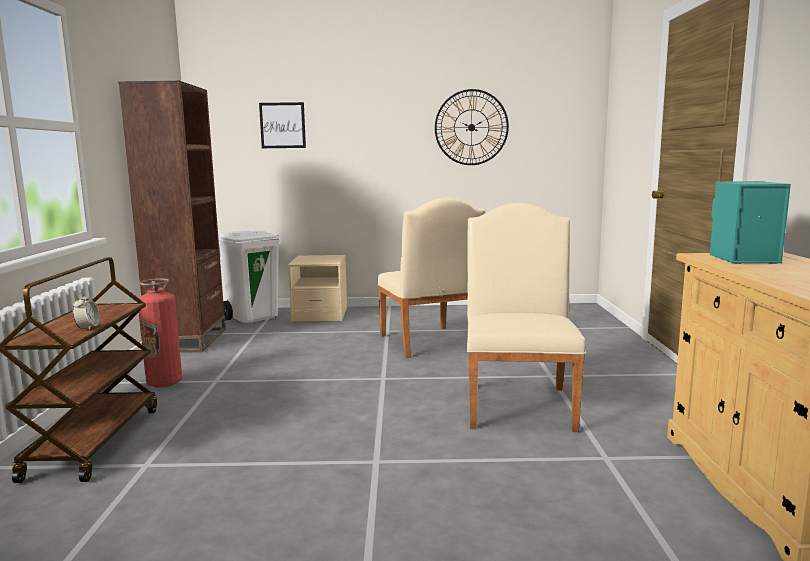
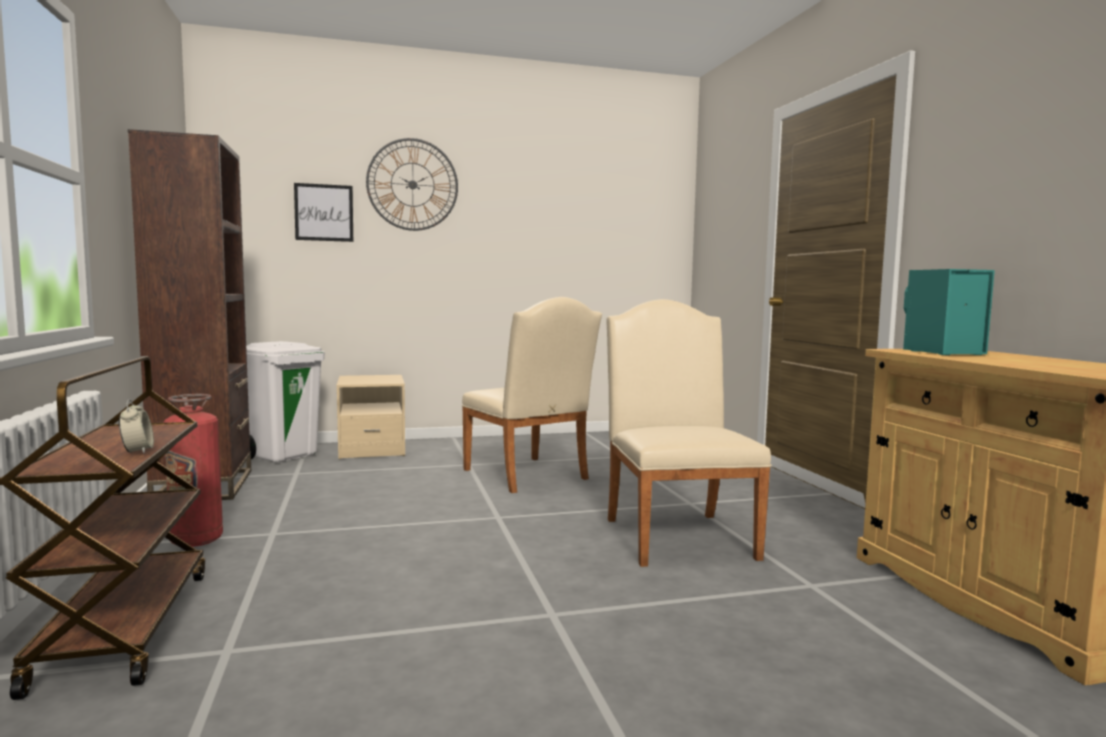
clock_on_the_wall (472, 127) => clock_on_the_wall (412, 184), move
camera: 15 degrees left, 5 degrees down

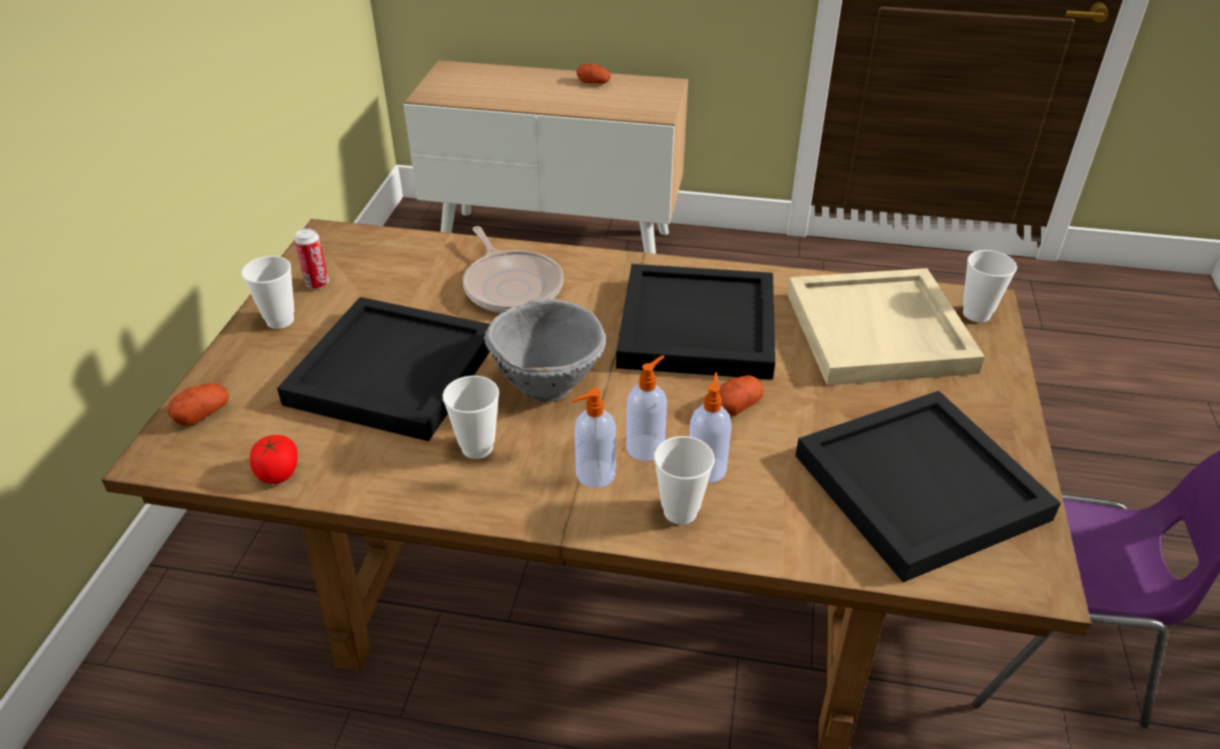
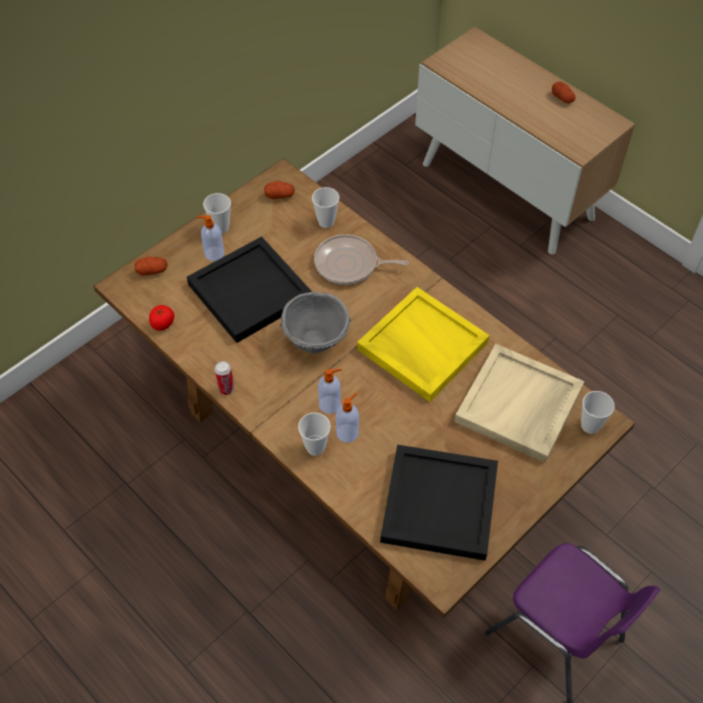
skillet (513, 269) => skillet (361, 259), 90 degrees clockwise
can (311, 258) => can (224, 378), move
black_serving_tray (695, 322) => yellowish_serving_tray (423, 344)
spud (741, 395) => spud (279, 190), move
cup (471, 417) => cup (325, 207), move
soap_dispenser (594, 438) => soap_dispenser (210, 238), move
camera: 35 degrees right, 15 degrees up

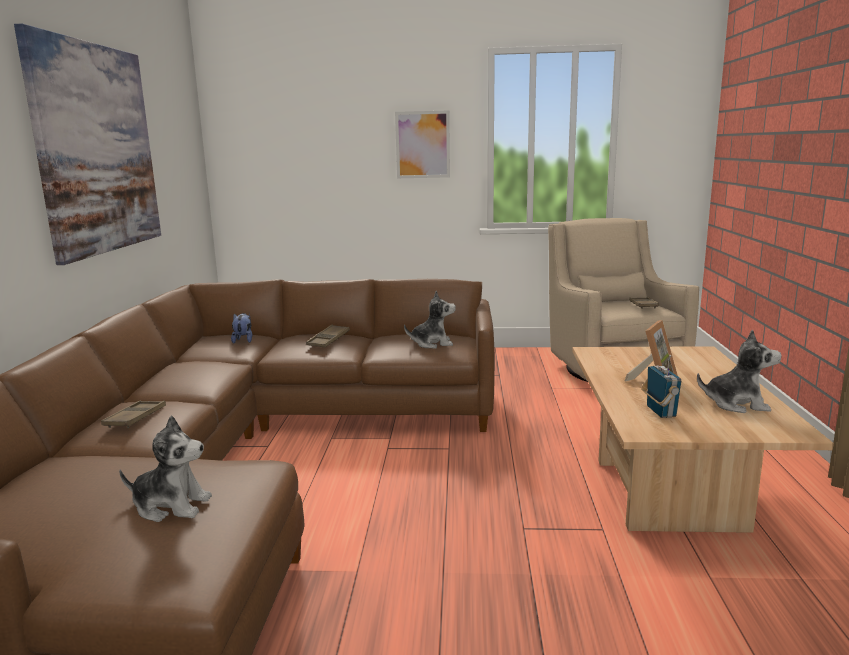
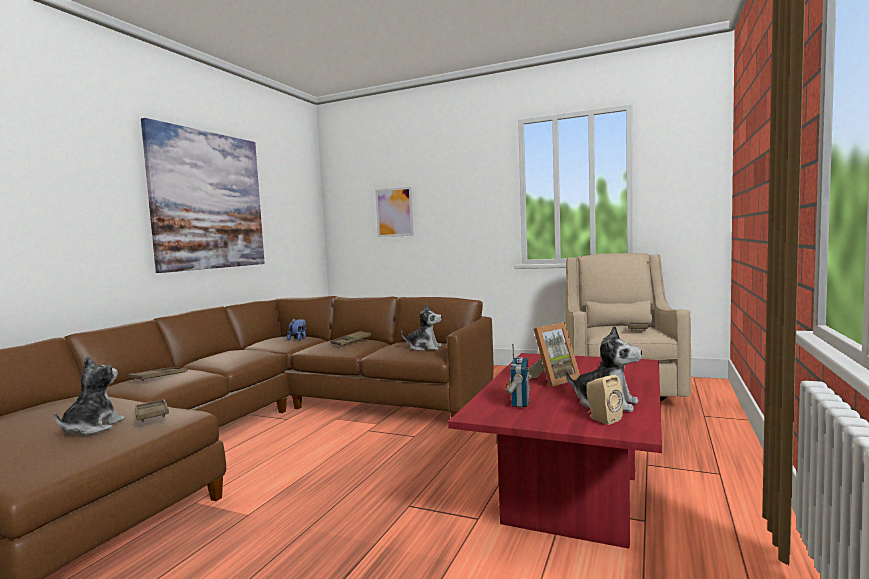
wall_picture (422, 144) => wall_picture (394, 212), move
beige-coloured_coffee_table (703, 439) => reddish_coffee_table (555, 451)
soft_toy (165, 468) => soft_toy (89, 395), 105 degrees counterclockwise
nothing => beige-coloured_speaker (604, 400)
nothing => brown-coloured_serving_tray (152, 410)
camera: 20 degrees right, 10 degrees down

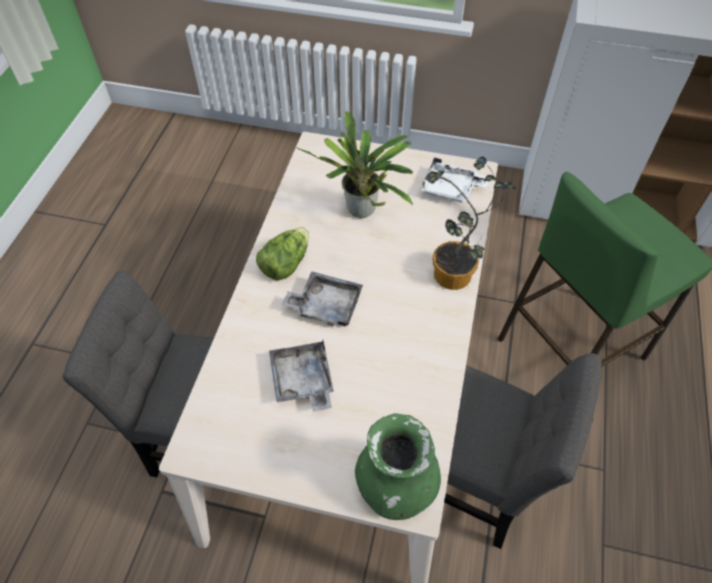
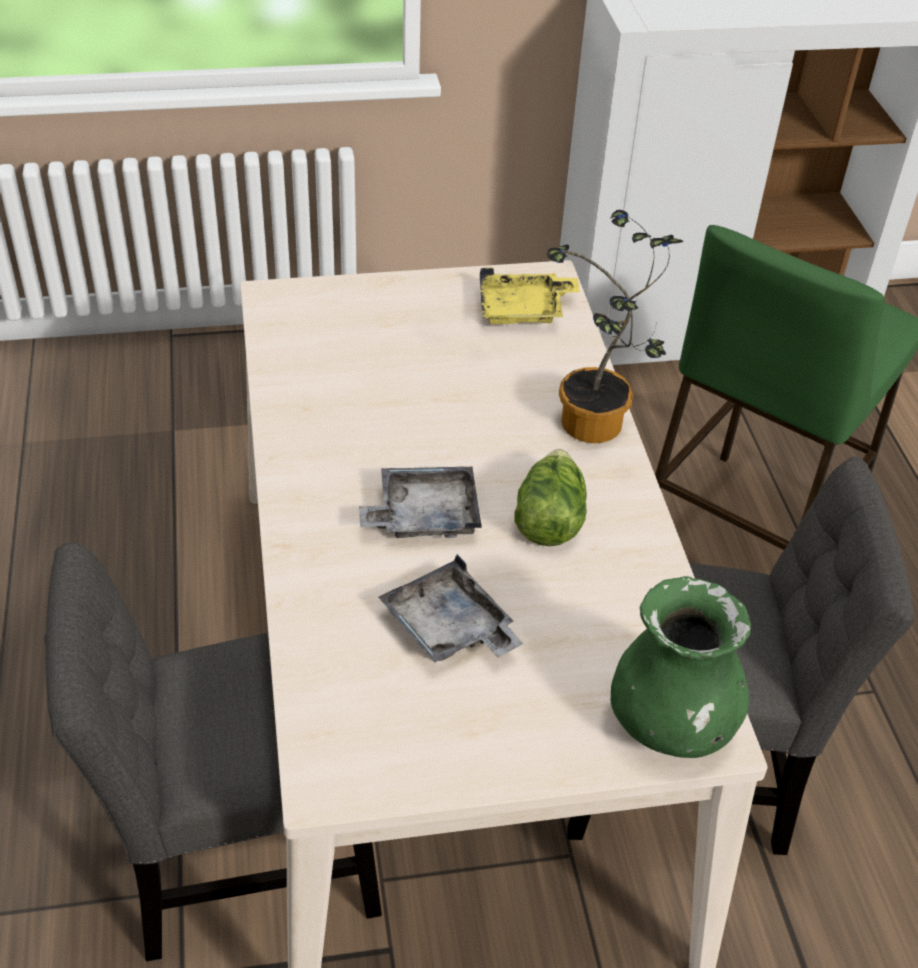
potted_plant (354, 164) => nothing
white-coloured_serving_tray (454, 180) => yellowish_serving_tray (530, 295)
lettuce (282, 253) => lettuce (550, 497), move
camera: 25 degrees left, 10 degrees down

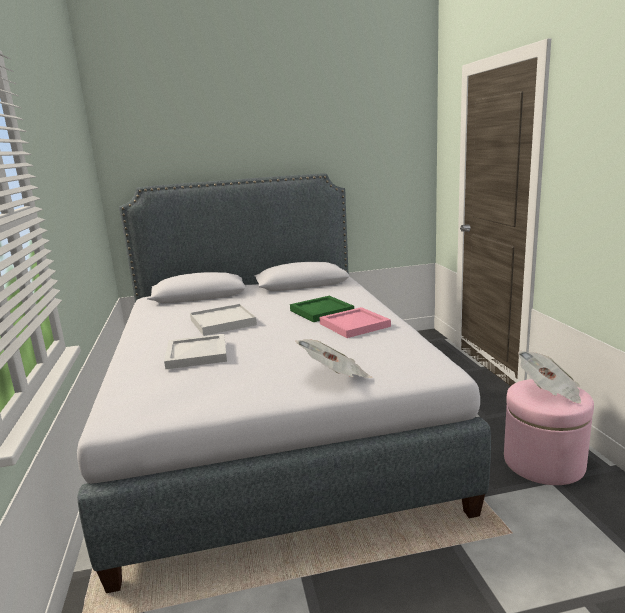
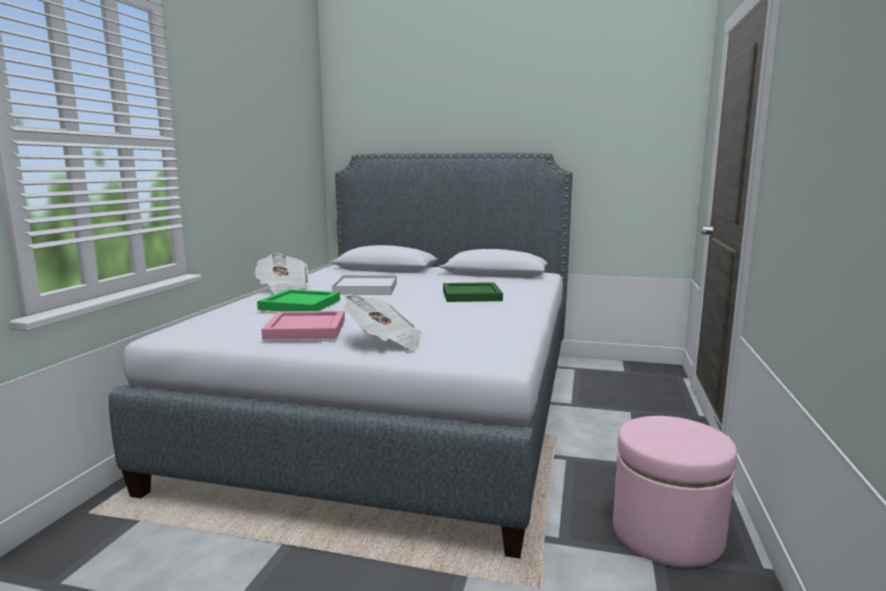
pink_serving_tray (355, 322) => pink_serving_tray (303, 325), move
white-coloured_serving_tray (195, 352) => green_serving_tray (298, 300)
printed_paper (549, 377) => printed_paper (281, 273), move
camera: 25 degrees right, 5 degrees down

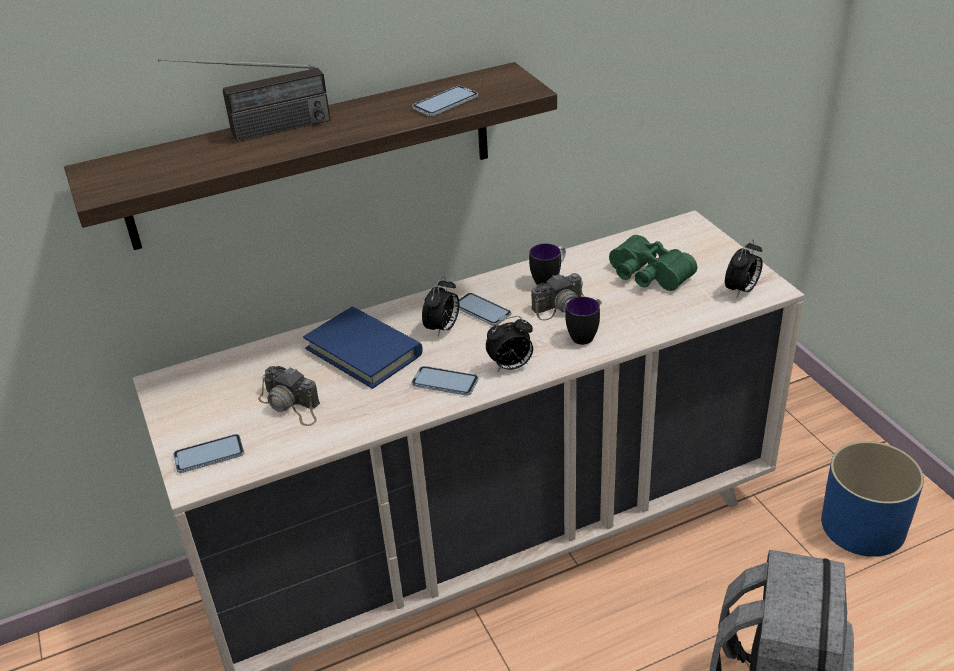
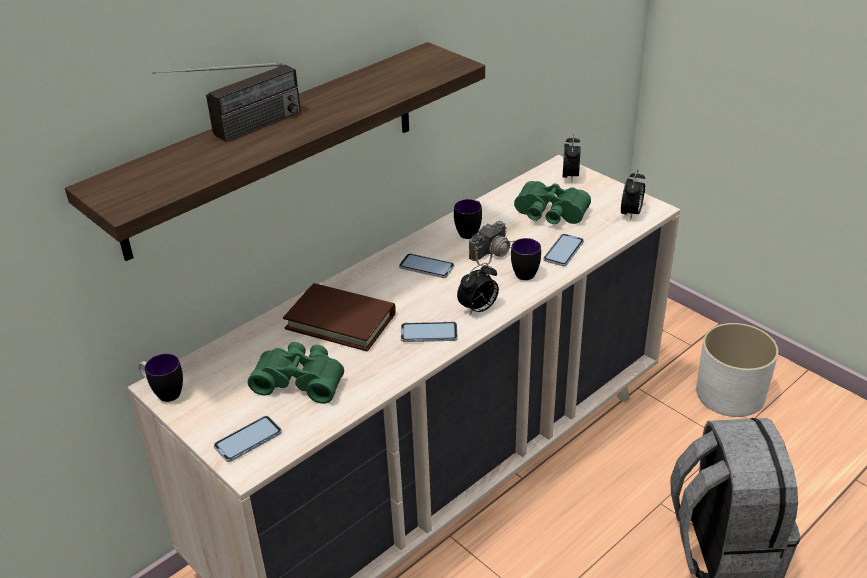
phone (445, 101) => phone (563, 250), move
alarm_clock (440, 307) => alarm_clock (571, 158), move
blue-coloured_volume (363, 348) => brown-coloured_volume (339, 317)
still_camera (289, 396) => green_field_glasses (296, 373)
blue-coloured_flower_pot (872, 499) => white-coloured_flower_pot (737, 370)
nothing => mug (161, 378)
camera: 20 degrees left, 0 degrees up

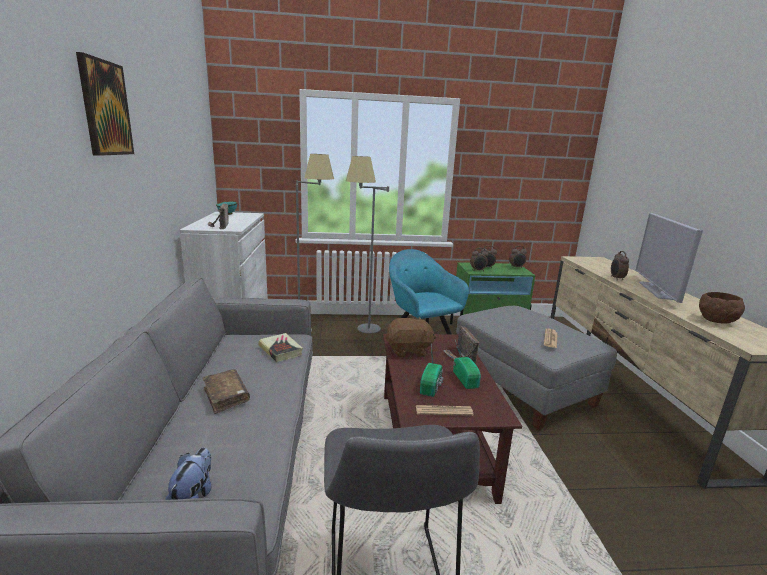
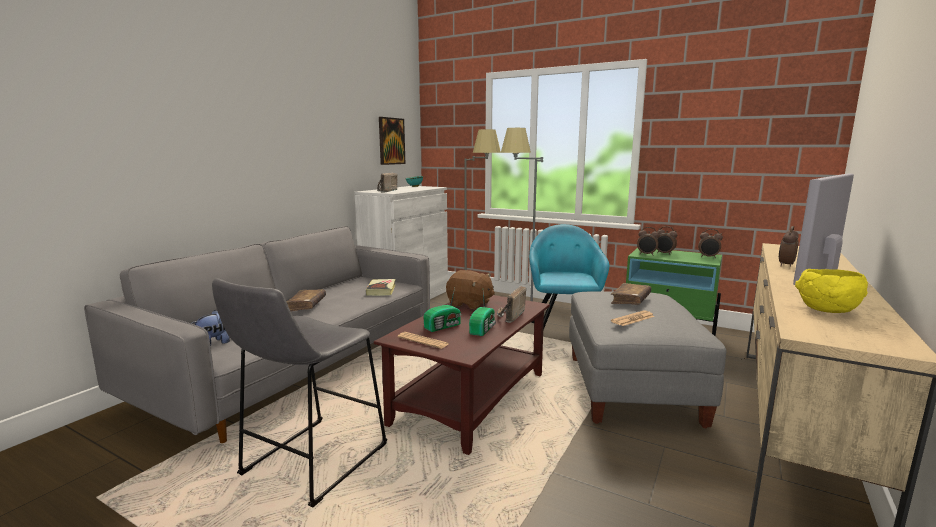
wall_picture (105, 104) => wall_picture (392, 141), move
brown-coloured_bowl (722, 308) => yellowish_bowl (831, 291)
nothing => brown-coloured_volume (631, 294)
camera: 35 degrees right, 5 degrees down

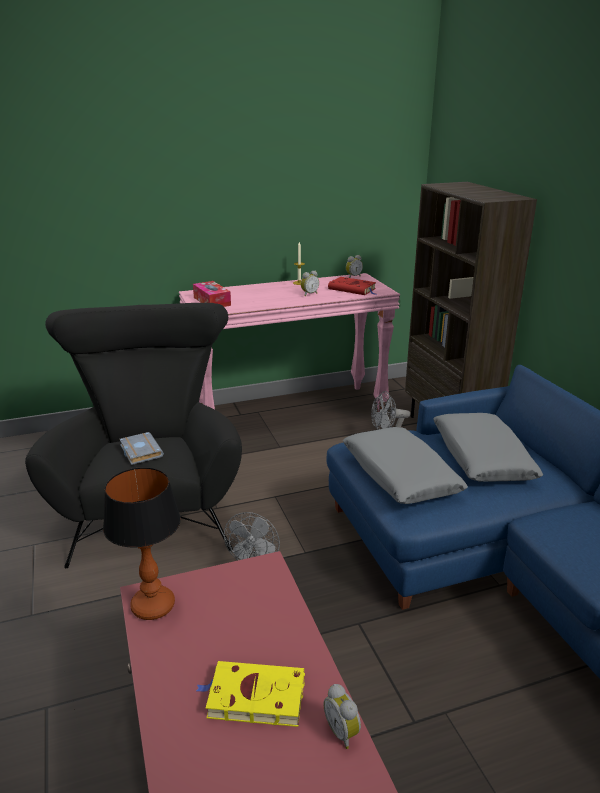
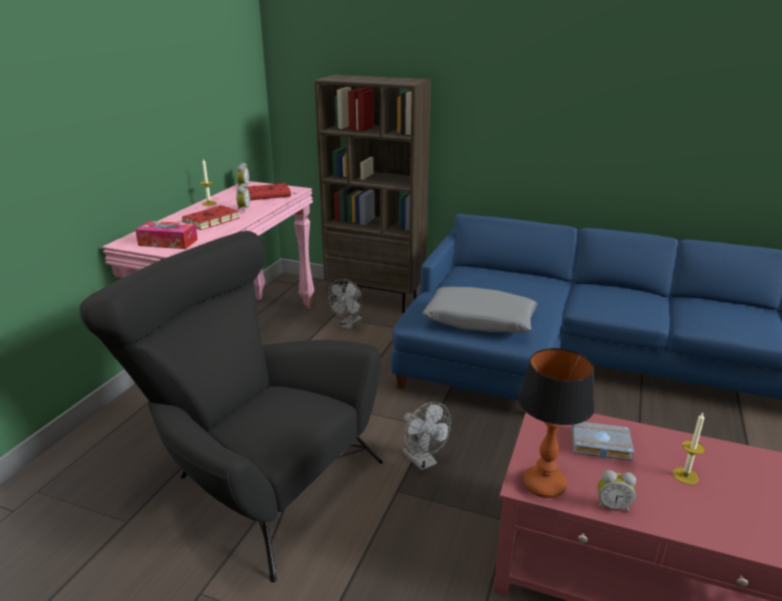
grey_cushion (488, 447) => nothing
grey_volume (141, 448) => grey_volume (603, 441), move
yellowish_volume (250, 694) => wax_candle (689, 449)
alarm_clock (342, 716) => alarm_clock (616, 491), move
nothing => reddish_volume (210, 217)
camera: 50 degrees left, 0 degrees up

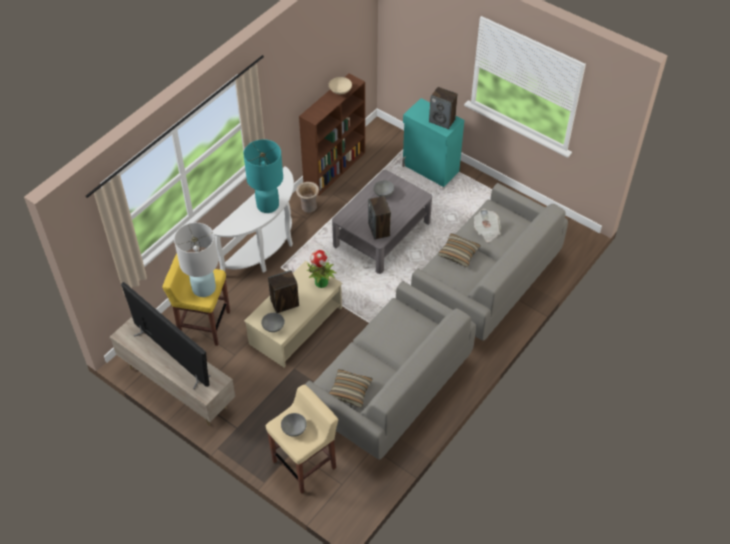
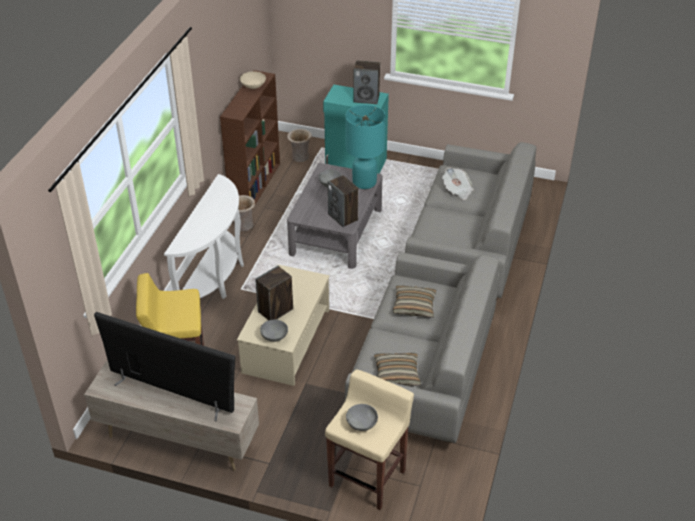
turquoise-coloured_lamp_for_a_table (263, 176) => turquoise-coloured_lamp_for_a_table (365, 147), move
white-coloured_lamp_for_a_table (196, 260) => nothing
cushion (459, 250) => cushion (414, 301), move
potted_plant (321, 269) => nothing
nothing => beige-coloured_decorative_vase (299, 145)
camera: 20 degrees left, 10 degrees down

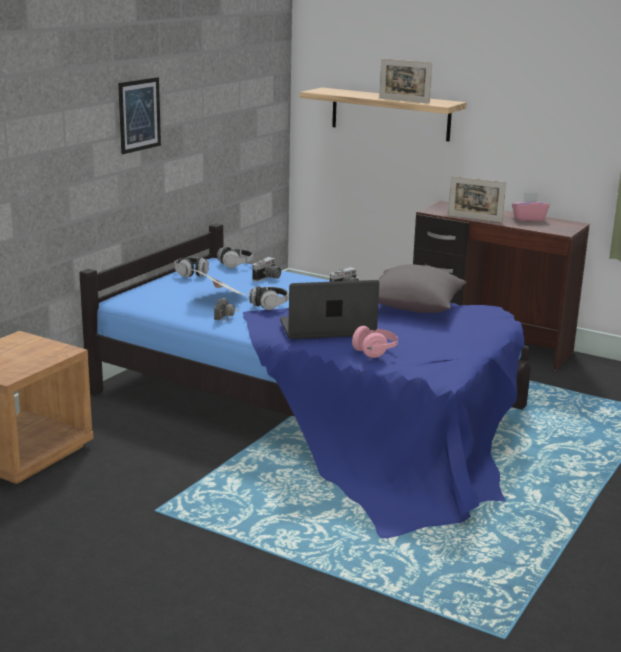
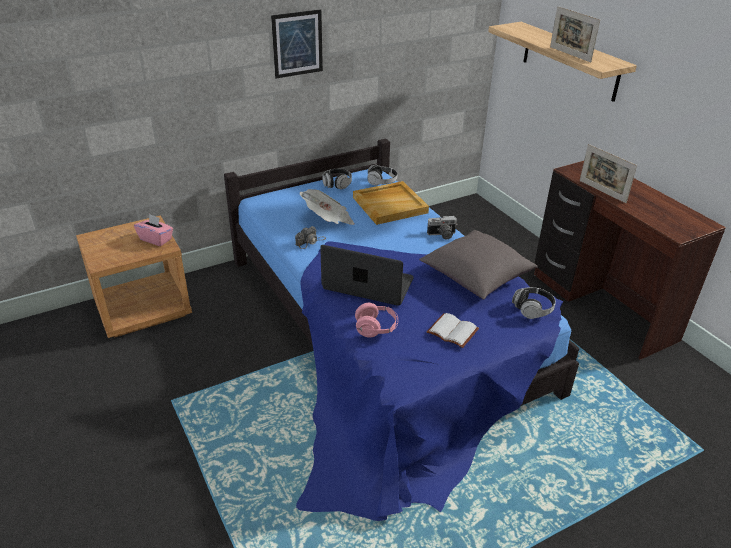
pink_tissue_box (530, 207) => pink_tissue_box (153, 230), move
still_camera (267, 269) => beige-coloured_serving_tray (391, 203)
headset (269, 298) => headset (534, 303), move
nothing => white-coloured_volume (453, 330)
camera: 30 degrees right, 15 degrees up

